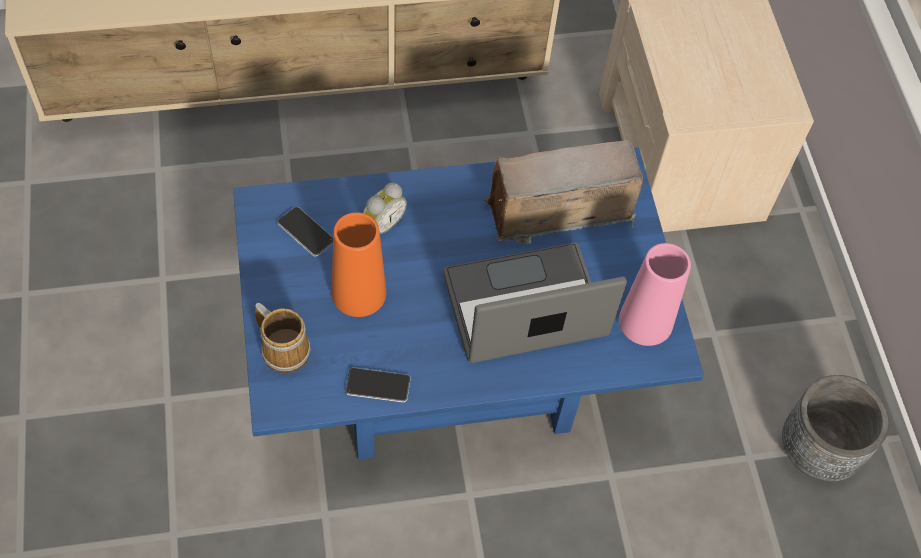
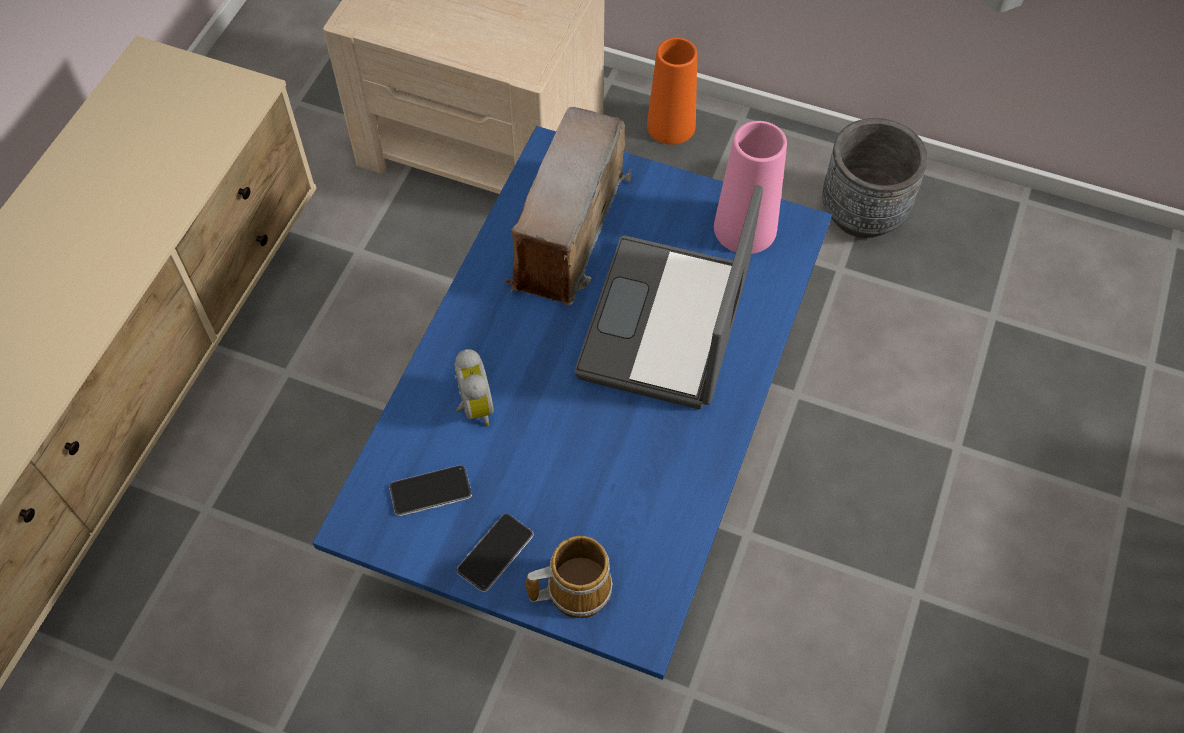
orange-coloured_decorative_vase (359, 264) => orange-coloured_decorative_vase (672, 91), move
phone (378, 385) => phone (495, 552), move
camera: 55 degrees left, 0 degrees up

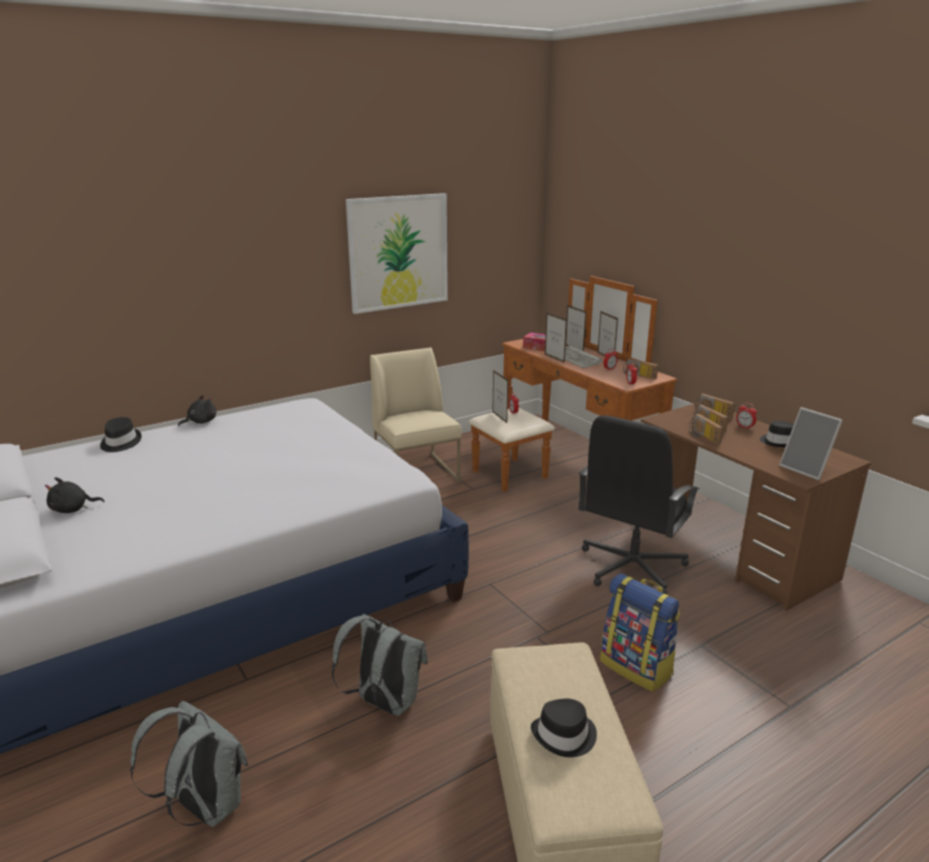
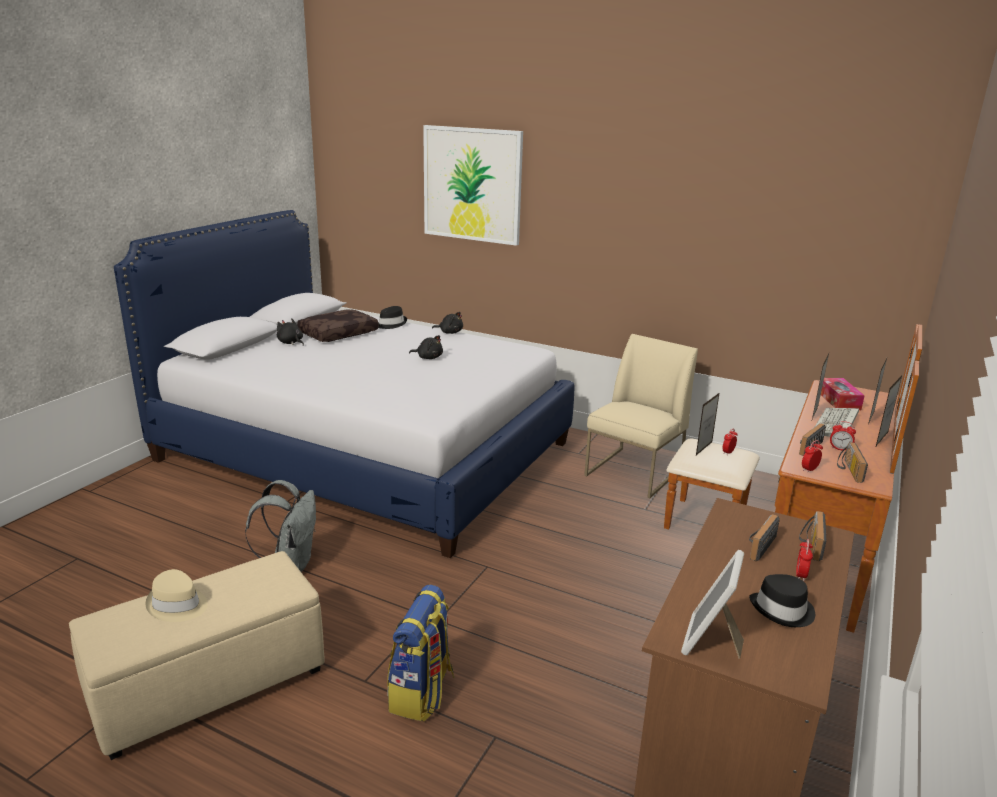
wall_picture (397, 253) => wall_picture (473, 185), move
radio_set (706, 429) => radio_set (812, 439), move
black_desk_chair (639, 504) => nothing
black_wearable_hat (564, 728) => beige-coloured_wearable_hat (177, 595)
grey_backpack (189, 764) => nothing
nothing => brown-coloured_cushion (337, 325)
nothing => black_soft_toy (426, 347)
camera: 60 degrees right, 0 degrees up

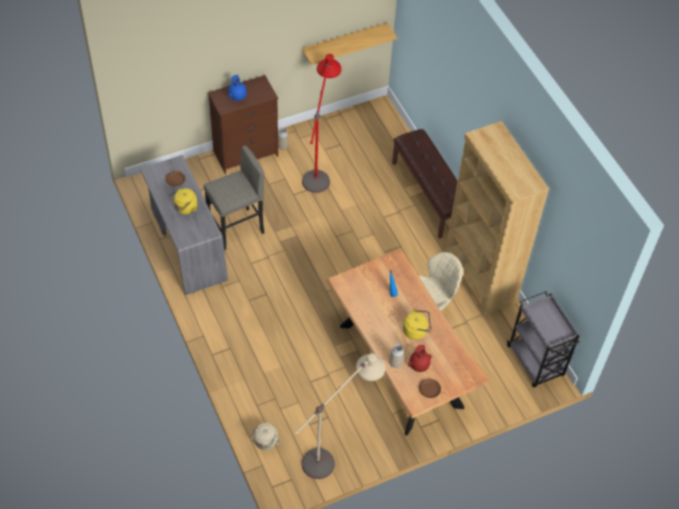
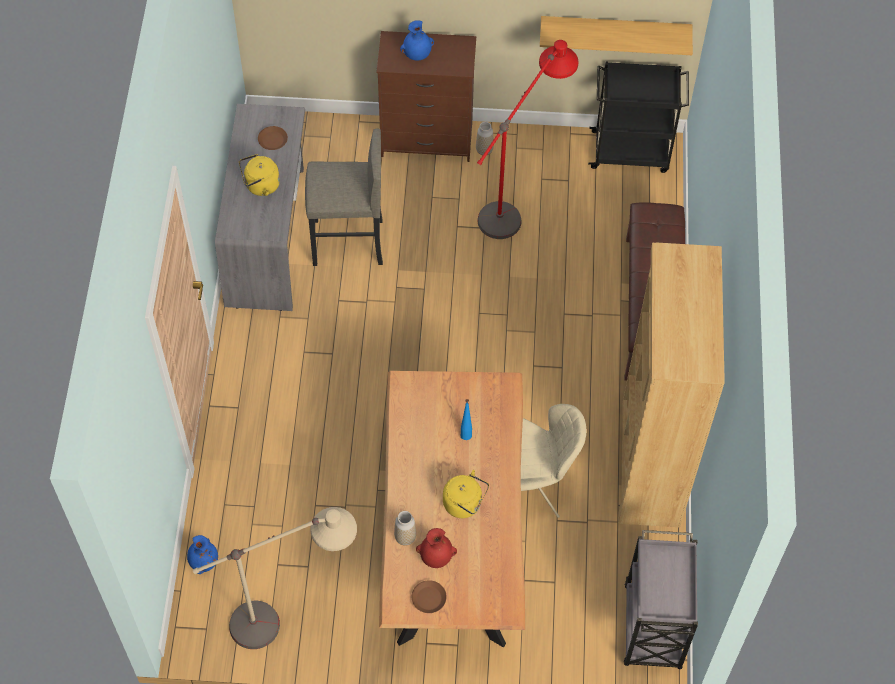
beige-coloured_tea_kettle (265, 436) => blue-coloured_decorative_vase (202, 554)
nothing => black_wheeled_cart (638, 117)
camera: 30 degrees right, 5 degrees up

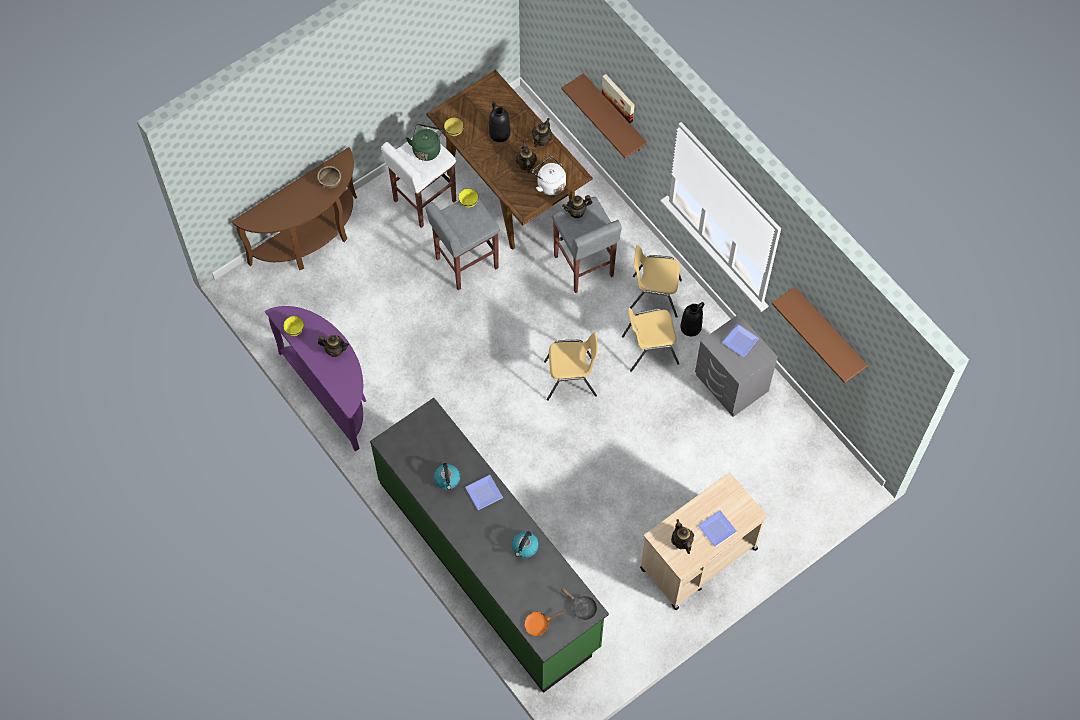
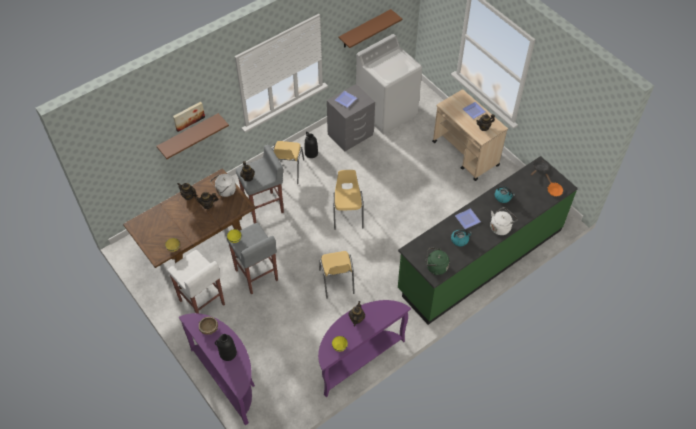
black_decorative_vase (499, 122) => black_decorative_vase (226, 347), move
green_tea_kettle (424, 142) => green_tea_kettle (437, 261), move
brown-coloured_narrow_table (294, 208) => purplish_narrow_table (217, 369)
yellowish_chair (650, 340) => yellowish_chair (337, 275), move
nothing => white-coloured_washing_machine (389, 84)
nothing => white-coloured_tea_kettle (504, 221)
camera: 90 degrees left, 10 degrees down

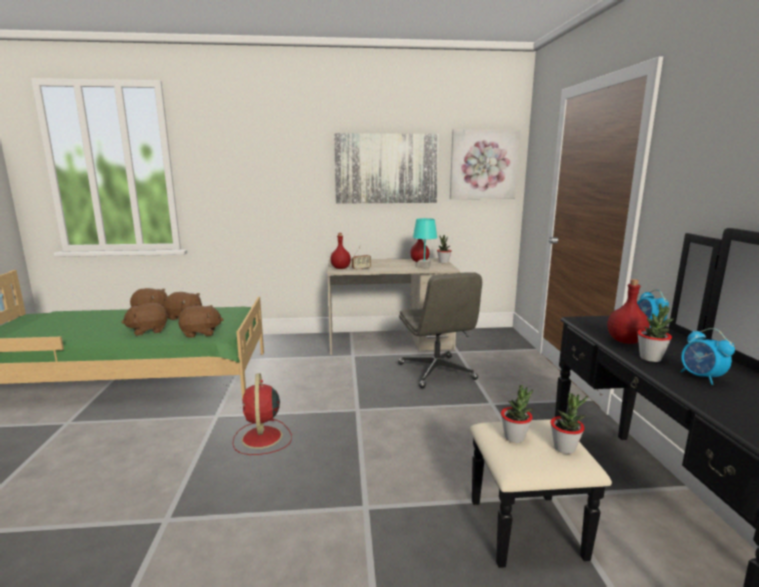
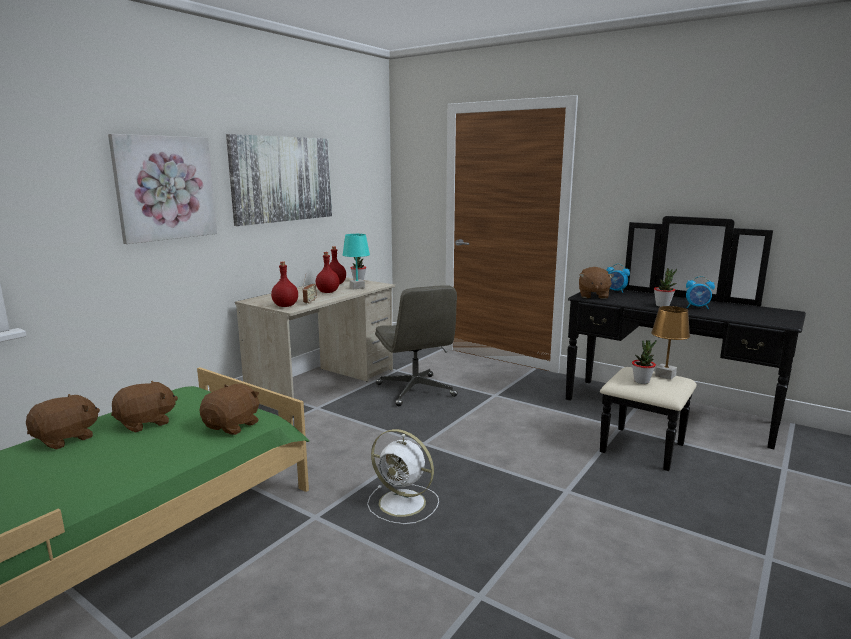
wall_picture (485, 164) => wall_picture (162, 189), move
grey_desk_chair (440, 330) => grey_desk_chair (416, 345), 45 degrees clockwise
reddish_drink_bottle (628, 311) => reddish_drink_bottle (328, 272), move
brown-coloured_soft_toy (145, 319) => brown-coloured_soft_toy (596, 283), move
reddish_cooling_fan (262, 414) => white-coloured_cooling_fan (403, 476)
potted_plant (569, 423) => brown-coloured_lamp_for_a_table (670, 343)
camera: 50 degrees left, 0 degrees up

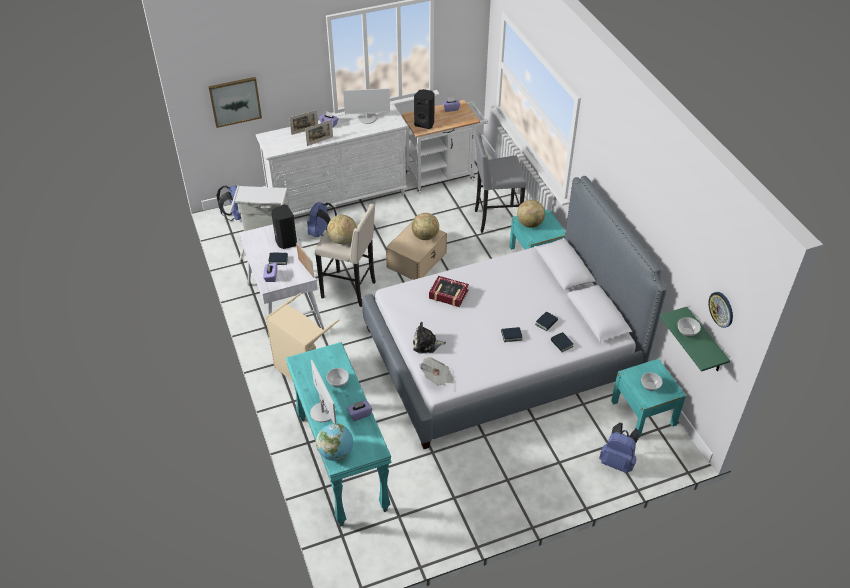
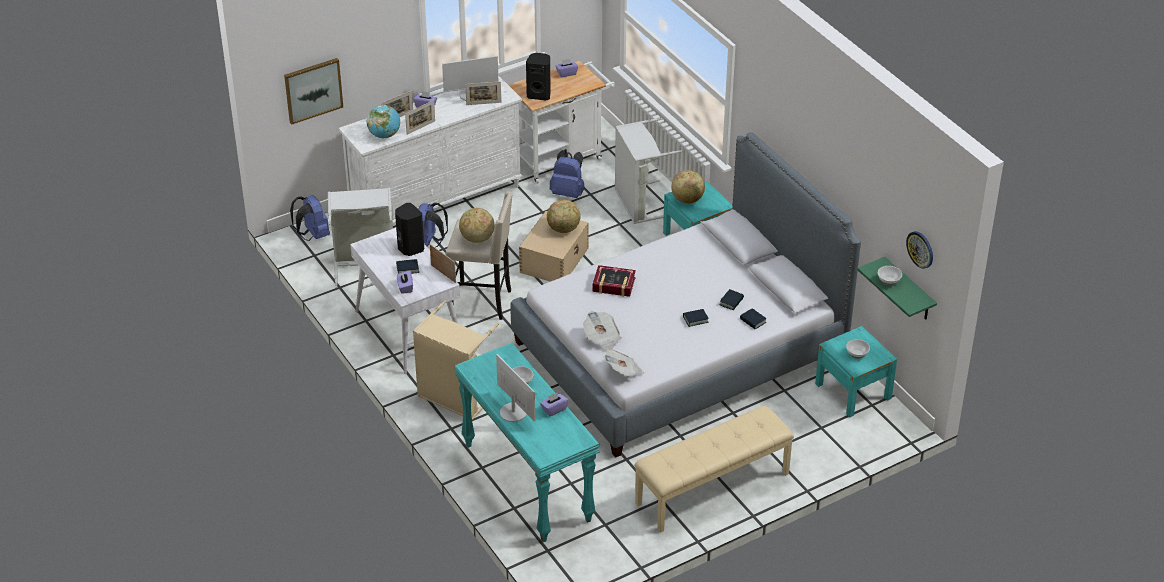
grey_sitting_stool (500, 183) => grey_laundry_basket (648, 171)
soft_toy (429, 338) => printed_paper (602, 331)
world_globe (334, 442) => world_globe (383, 121), move
blue-coloured_backpack (619, 448) => blue-coloured_backpack (567, 173), move
nothing => photo_frame (483, 93)
nothing => beige-coloured_bench (714, 469)
camera: 10 degrees left, 5 degrees down

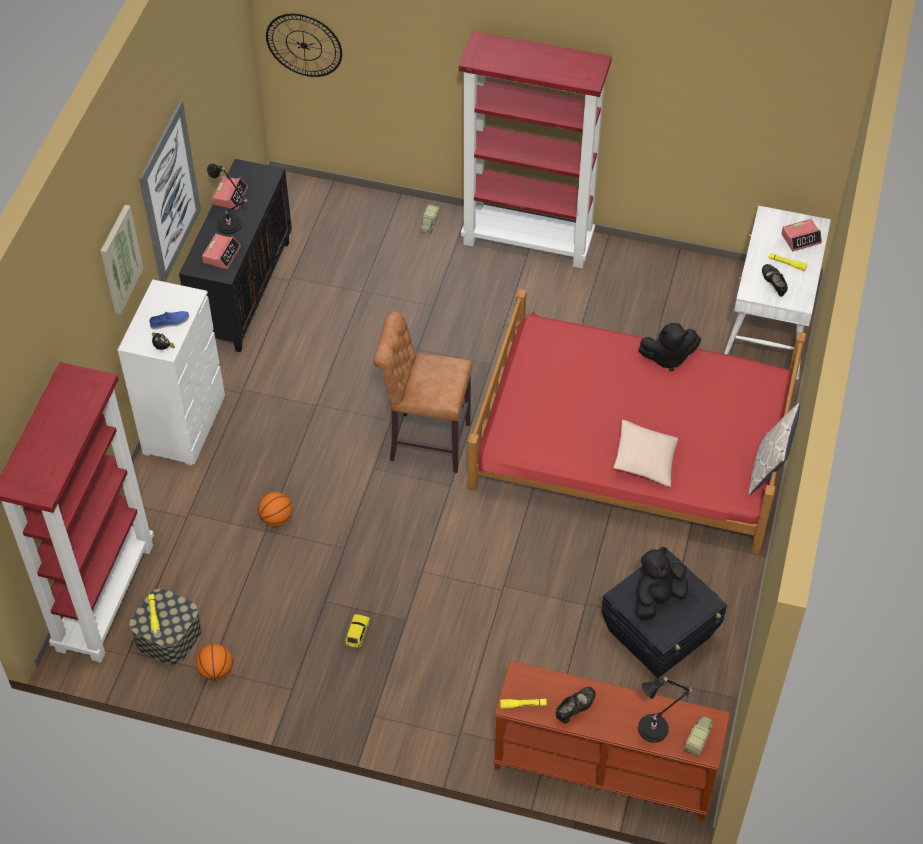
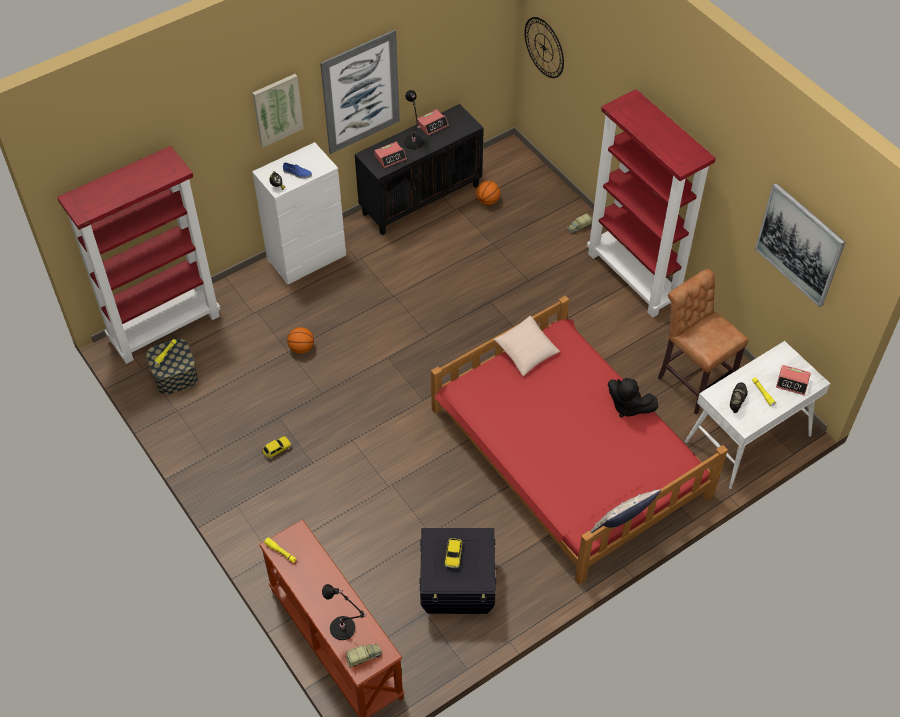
brown-coloured_sitting_stool (423, 392) => brown-coloured_sitting_stool (703, 341), move
beige-coloured_cushion (645, 453) => beige-coloured_cushion (527, 346), move
black_soft_toy (661, 583) => model_car (453, 553)
basketball_ball (214, 662) => basketball_ball (488, 193), move
black_shoe (576, 705) => nothing
nothing => wall_picture (800, 245)
camera: 40 degrees right, 0 degrees up

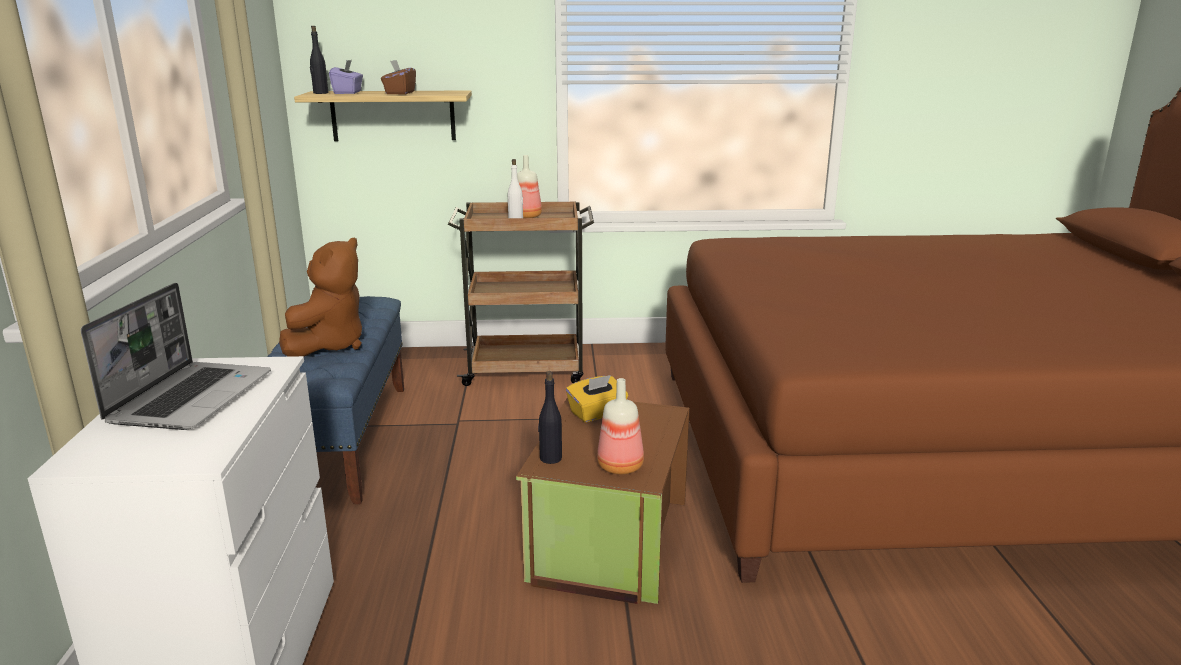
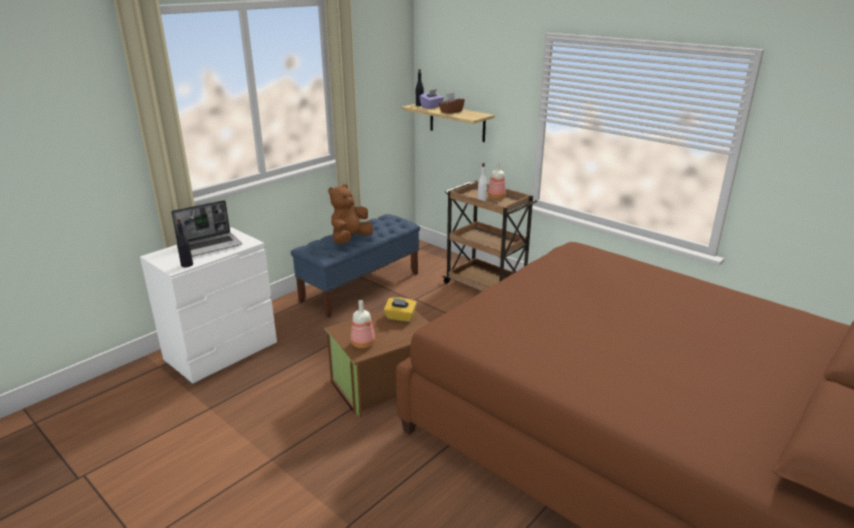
brown-coloured_soft_toy (320, 297) => brown-coloured_soft_toy (350, 214), 150 degrees clockwise
black_drink_bottle (550, 417) => black_drink_bottle (185, 243), move
camera: 45 degrees right, 5 degrees up

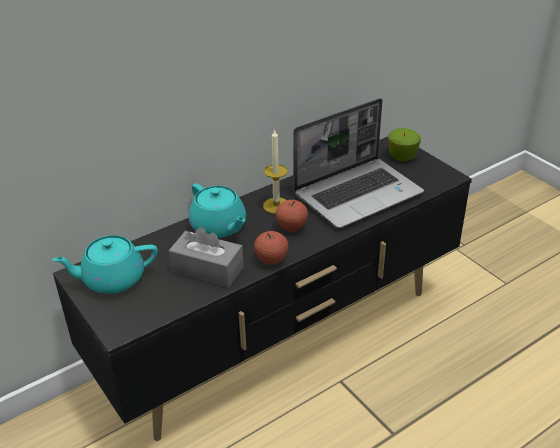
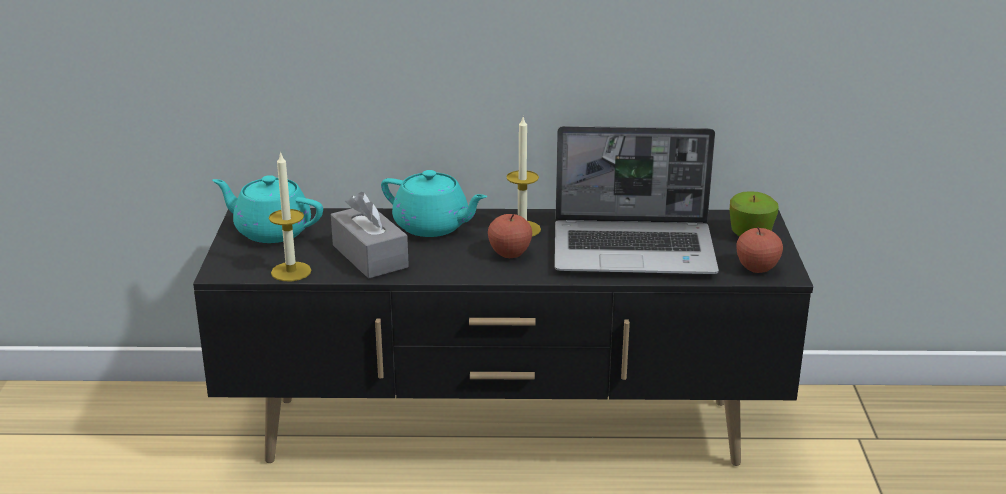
turquoise-coloured_teapot (217, 210) => turquoise-coloured_teapot (434, 203), 60 degrees counterclockwise
apple_fruit (271, 248) => apple_fruit (759, 250), move
nothing => wax_candle (290, 216)
camera: 35 degrees right, 10 degrees down

